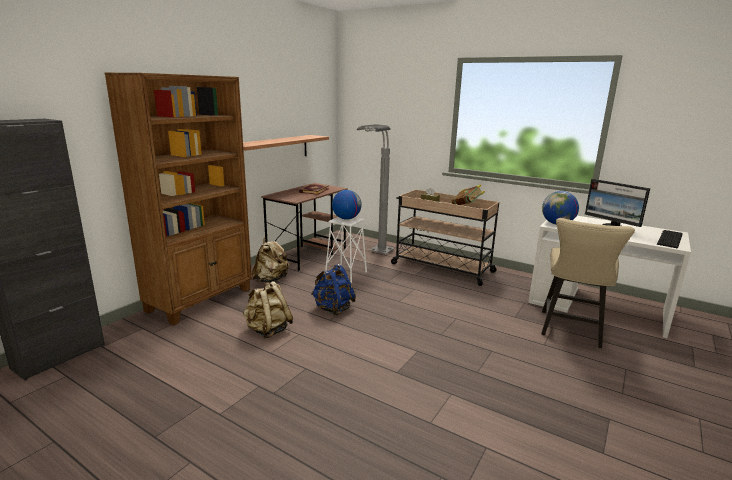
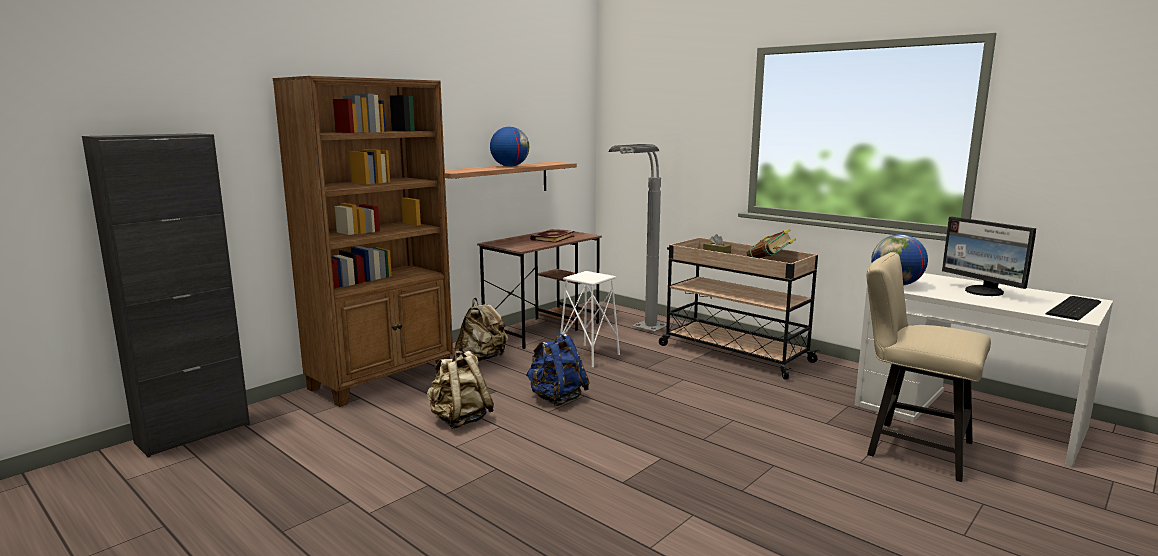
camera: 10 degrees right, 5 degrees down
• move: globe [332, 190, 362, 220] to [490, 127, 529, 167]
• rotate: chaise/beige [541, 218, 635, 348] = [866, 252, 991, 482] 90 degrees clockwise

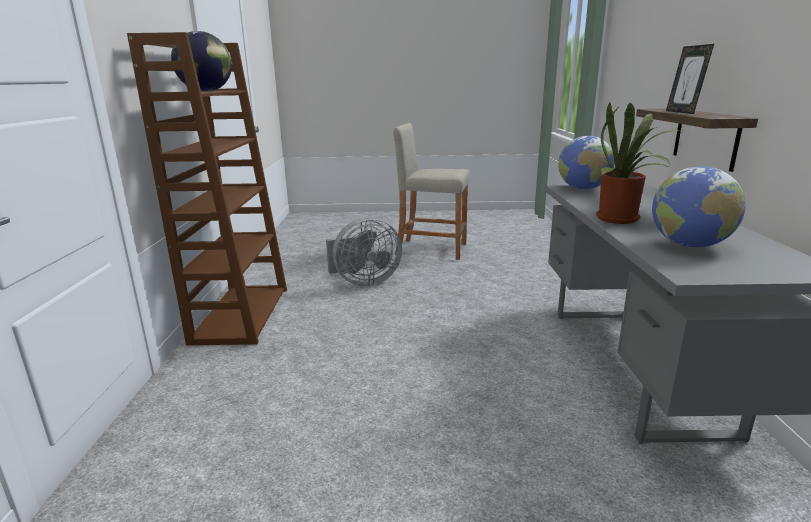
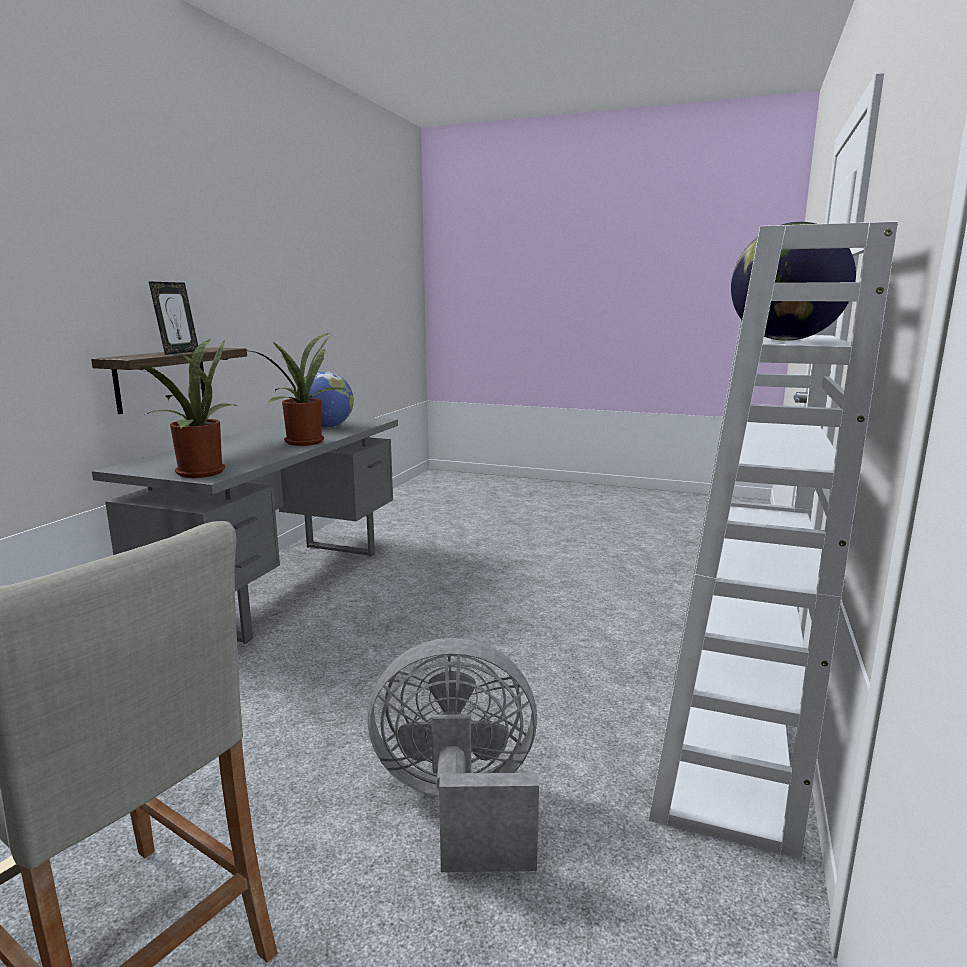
camera: 160 degrees left, 5 degrees down
• recolor: bibliothèque/marron [127, 32, 287, 345] to bibliothèque/blanc [648, 221, 898, 859]
• replace: globe [558, 136, 614, 190] to plante en pot [133, 339, 238, 478]

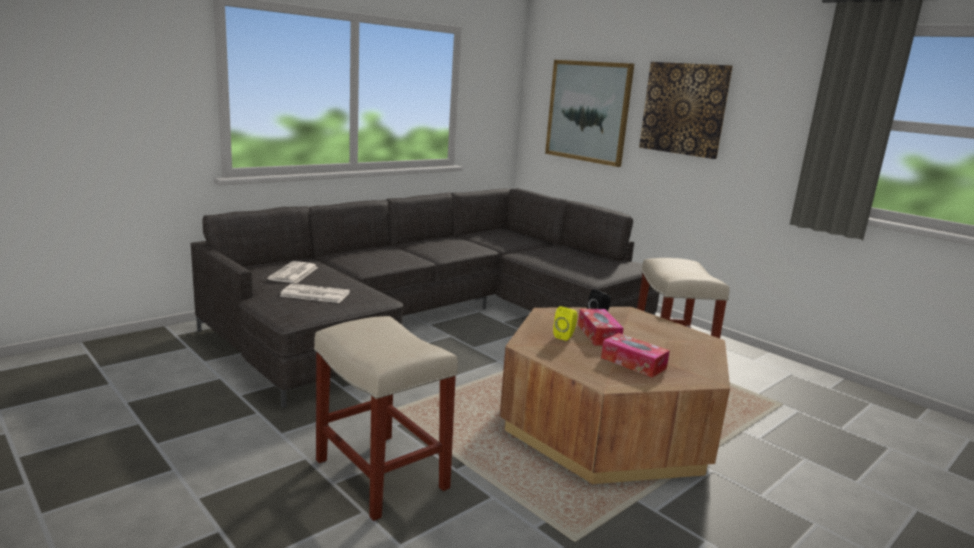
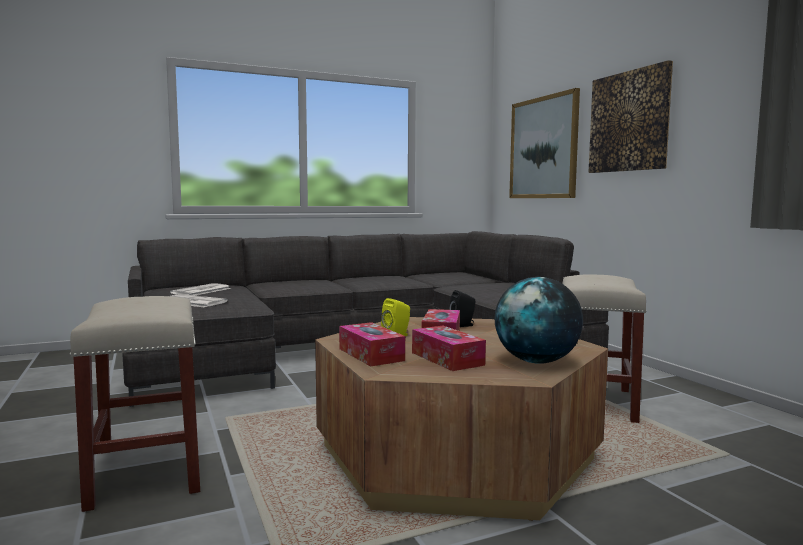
camera: 20 degrees right, 10 degrees down
• insert: boîte à mouchoirs [339, 322, 405, 367]
• insert: globe [494, 277, 583, 364]

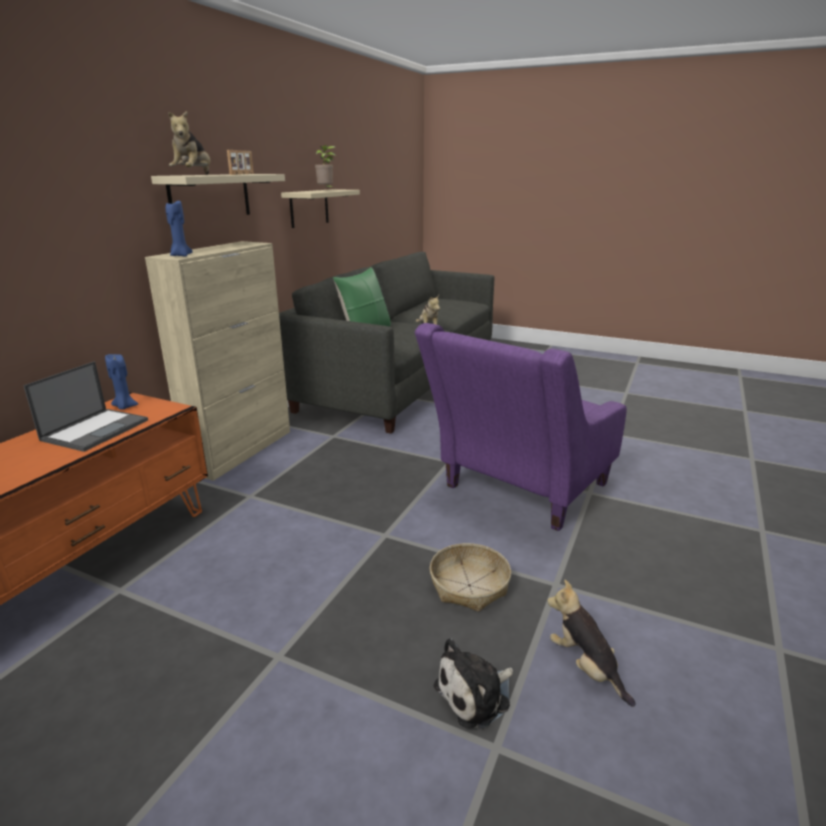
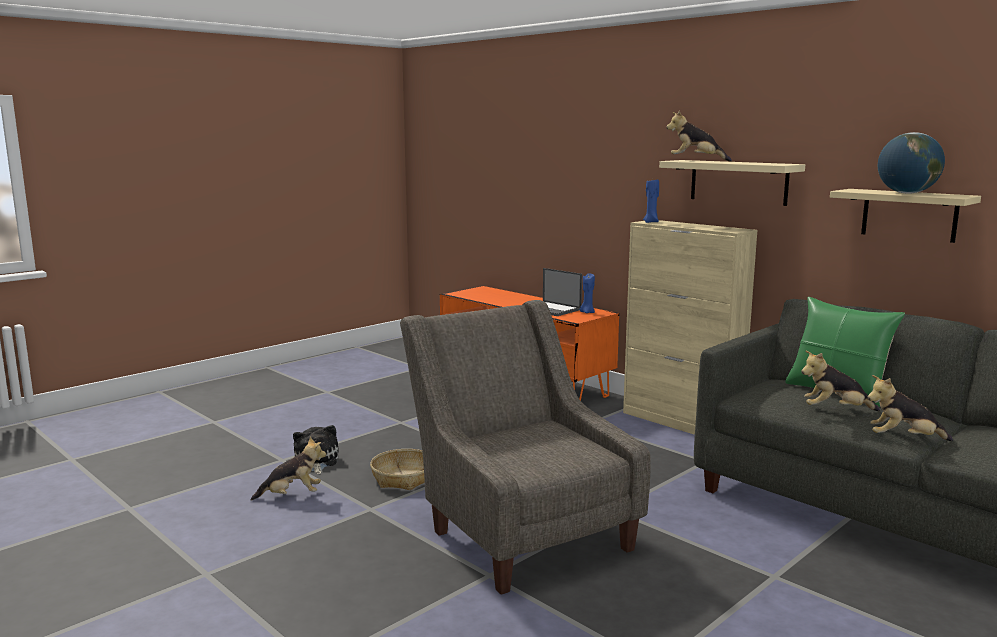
camera: 110 degrees right, 10 degrees down
• delete: cadre photo [227, 150, 254, 175]
• replace: plante en pot [315, 145, 336, 187] to globe [878, 132, 945, 194]
• recolor: fauteuil/violet [415, 323, 627, 531] to fauteuil/gris [400, 300, 651, 595]
• insert: peluche [801, 350, 880, 411]

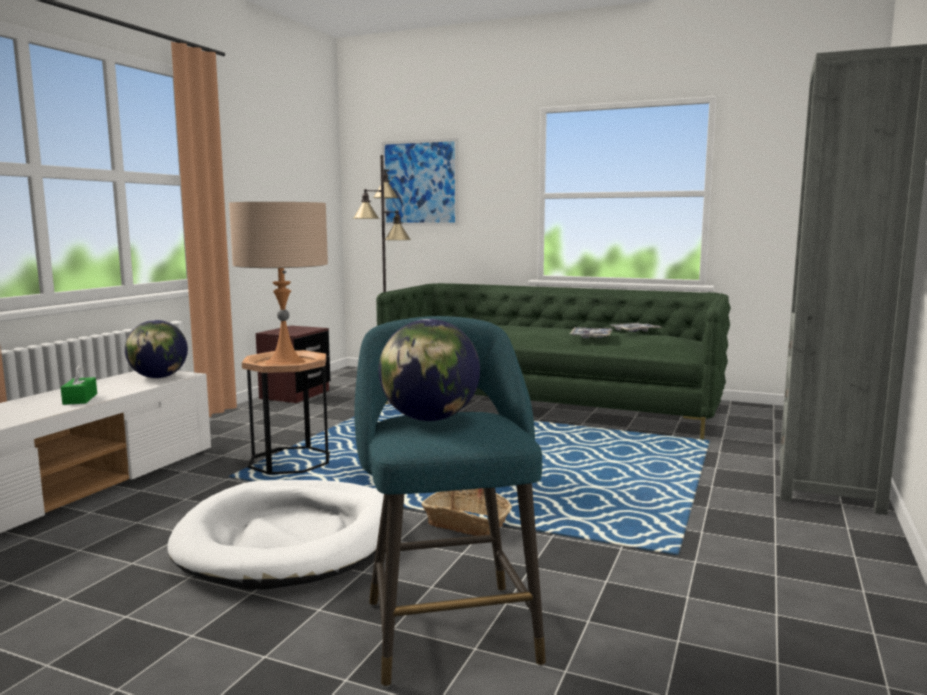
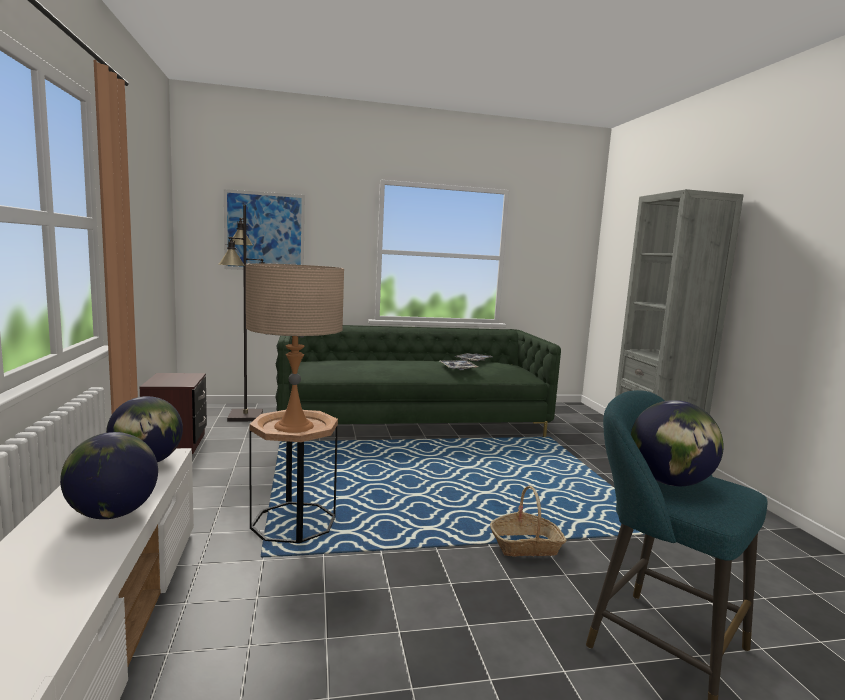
camera: 35 degrees left, 0 degrees up
• replace: boîte à mouchoirs/vert [61, 365, 97, 405] to globe [60, 432, 158, 519]
• delete: panier pour chien/blanc [167, 480, 384, 589]

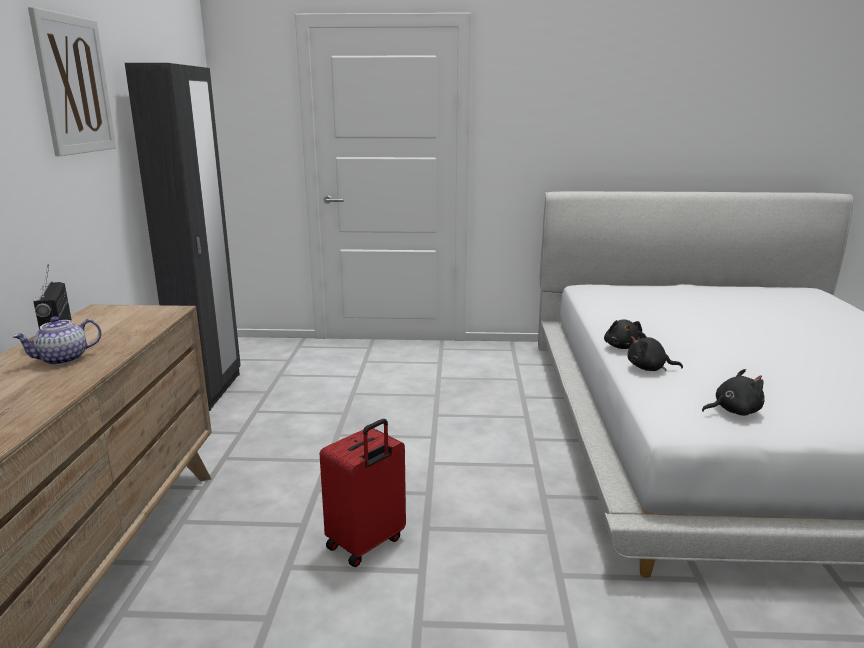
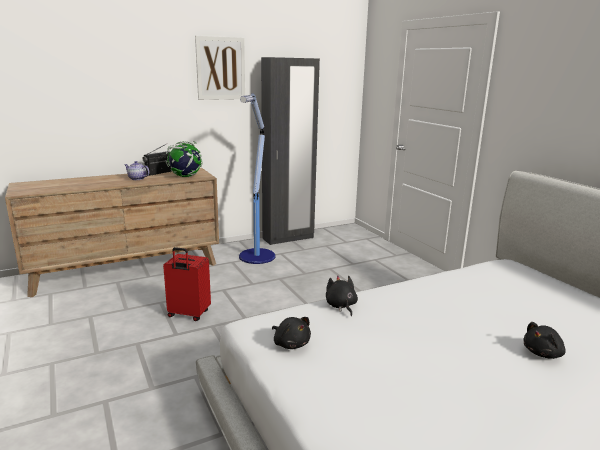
camera: 60 degrees right, 0 degrees up
• move: peluche/noir [604, 319, 642, 349] to [523, 322, 566, 359]
• insert: globe [165, 141, 202, 177]
• insert: lampadaire [239, 93, 276, 264]

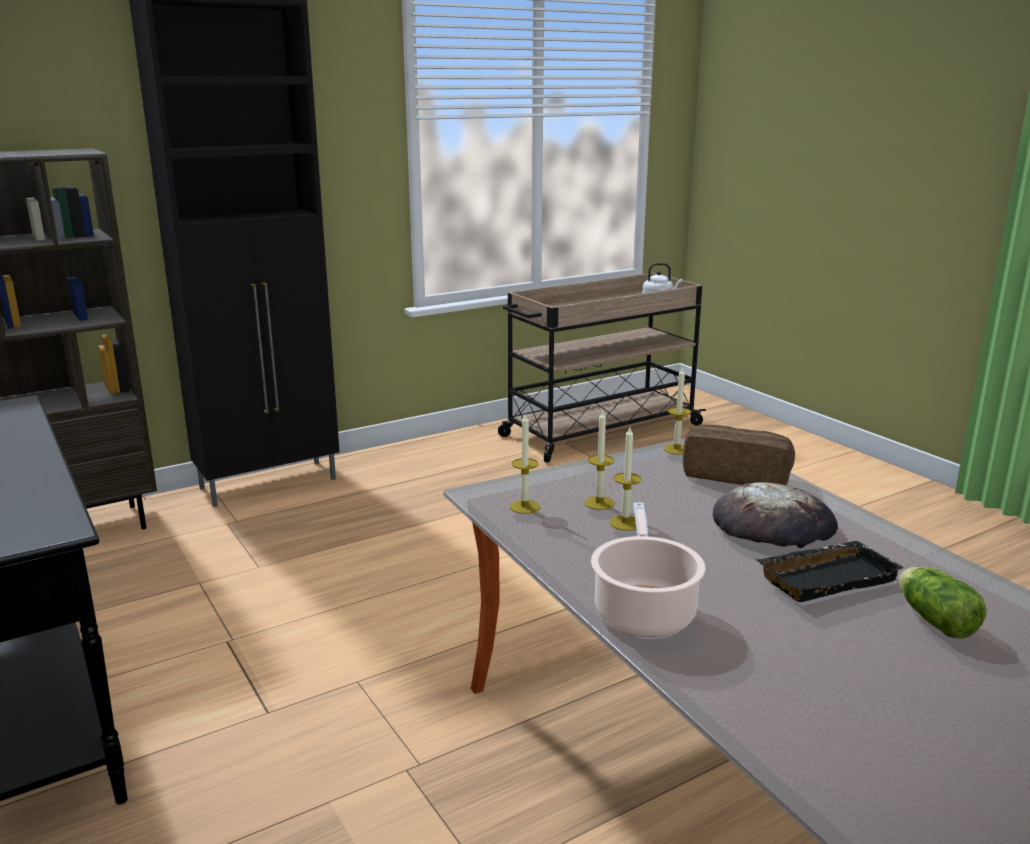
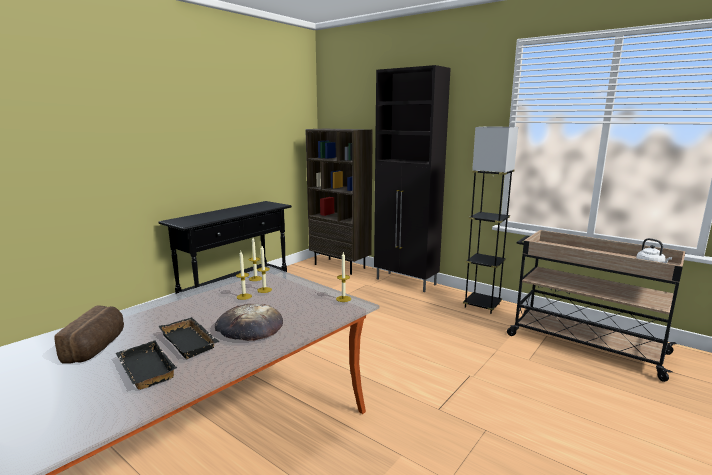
camera: 70 degrees right, 5 degrees down
• delete: marmite [591, 502, 705, 637]
• move: pain [683, 425, 795, 485] to [54, 306, 124, 364]
• replace: laitue [898, 567, 987, 639] to plateau/noir [115, 341, 177, 390]
• insert: lampadaire/gris [463, 126, 518, 314]

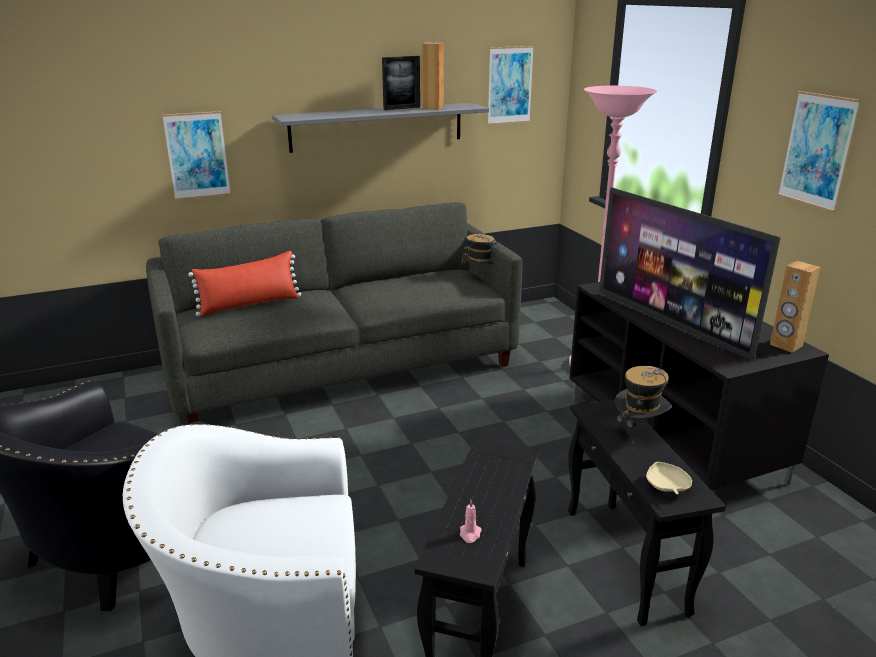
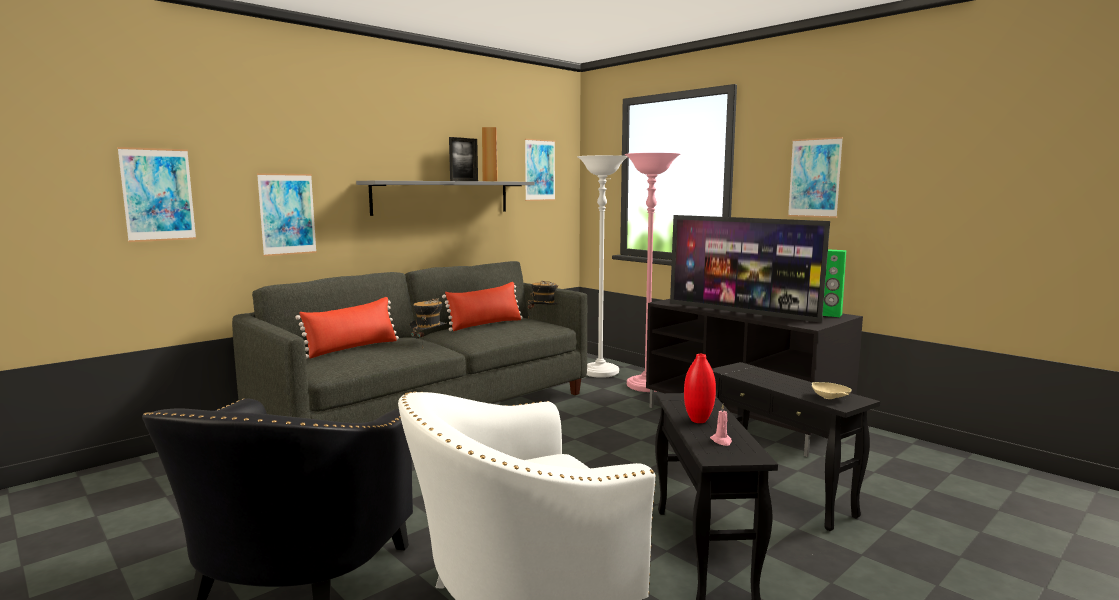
camera: 20 degrees left, 15 degrees down
• move: chapeau [615, 366, 672, 444] to [409, 298, 447, 337]
• recolor: enceinte/marron [770, 261, 820, 353] to enceinte/vert [822, 249, 846, 317]
• insert: tableau [117, 147, 196, 242]
• insert: coussin/rouge [442, 282, 523, 331]
• insert: lampadaire/blanc [577, 155, 627, 378]
• insert: vase/rouge [684, 354, 716, 423]

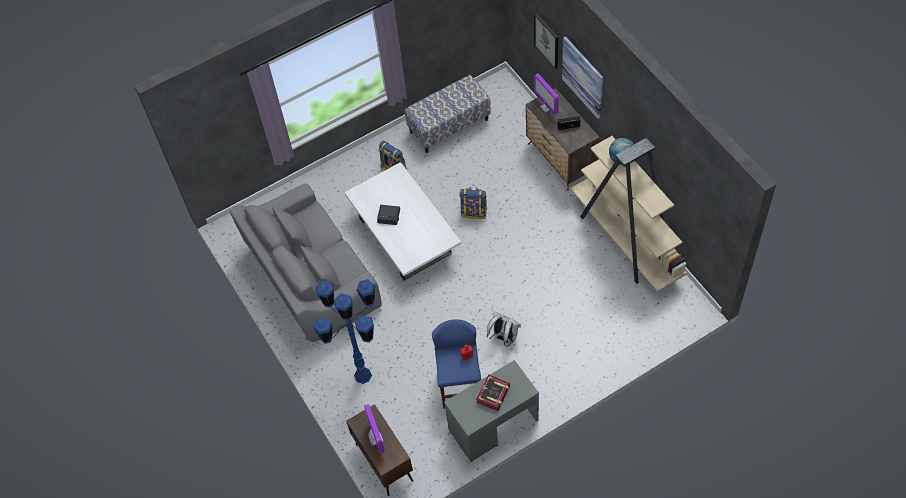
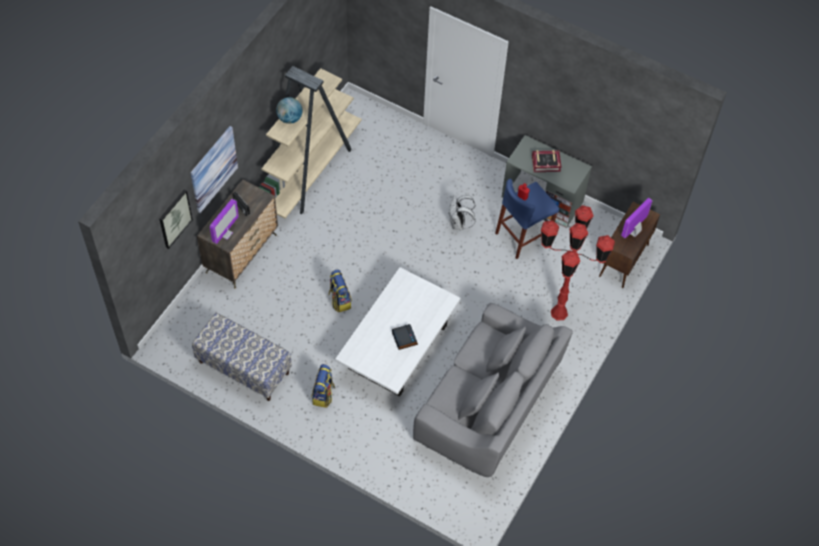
camera: 125 degrees left, 0 degrees up
• recolor: lampadaire/bleu [313, 279, 375, 384] to lampadaire/rouge [541, 205, 615, 321]

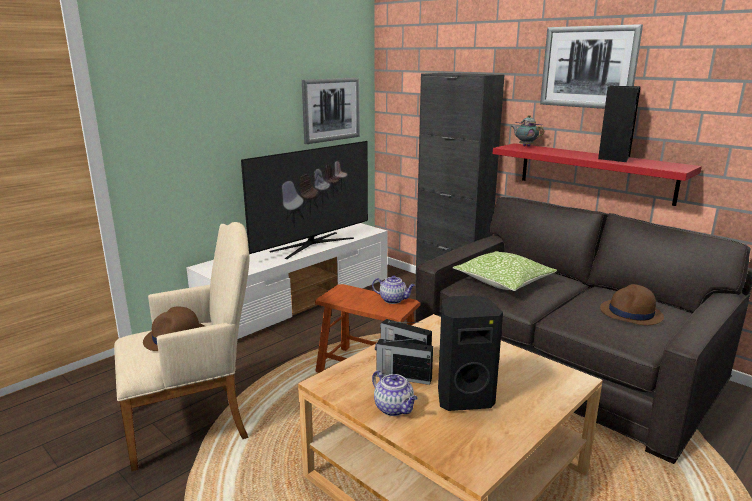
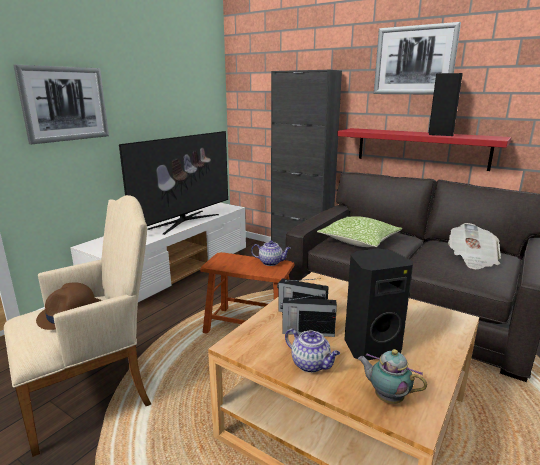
camera: 10 degrees left, 0 degrees up
• move: tableau [302, 77, 360, 144] to [14, 65, 109, 144]
• move: théière [511, 115, 544, 147] to [358, 349, 427, 404]
• replace: chapeau/marron [600, 284, 664, 325] to journal [448, 223, 501, 269]

